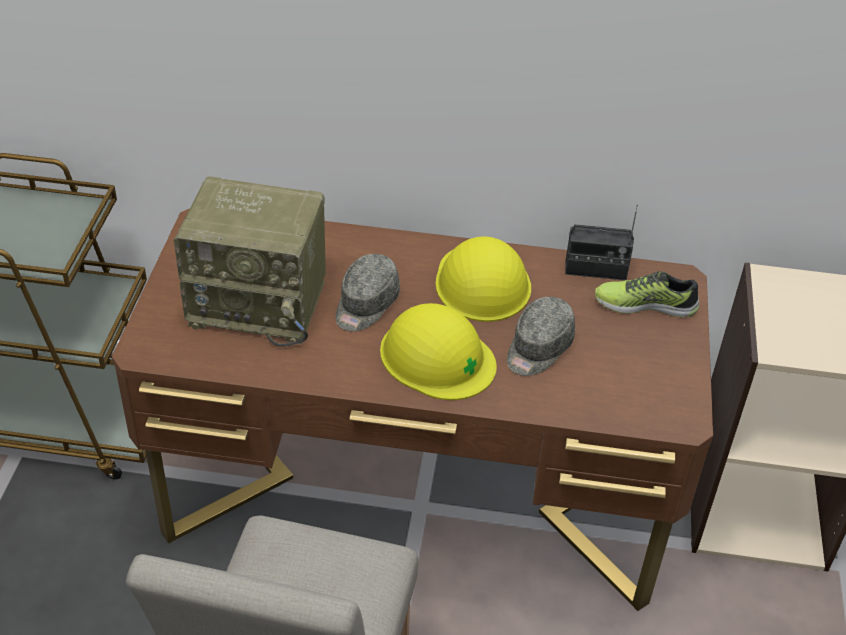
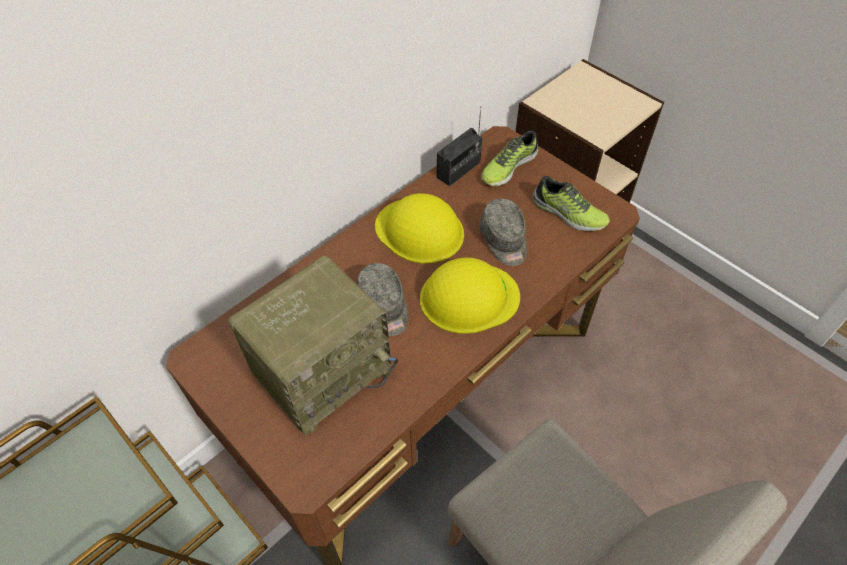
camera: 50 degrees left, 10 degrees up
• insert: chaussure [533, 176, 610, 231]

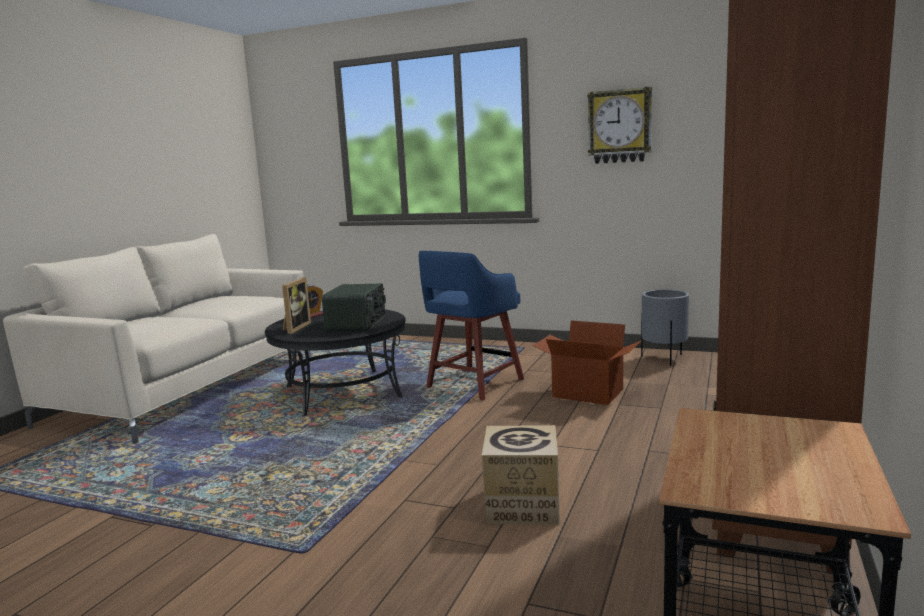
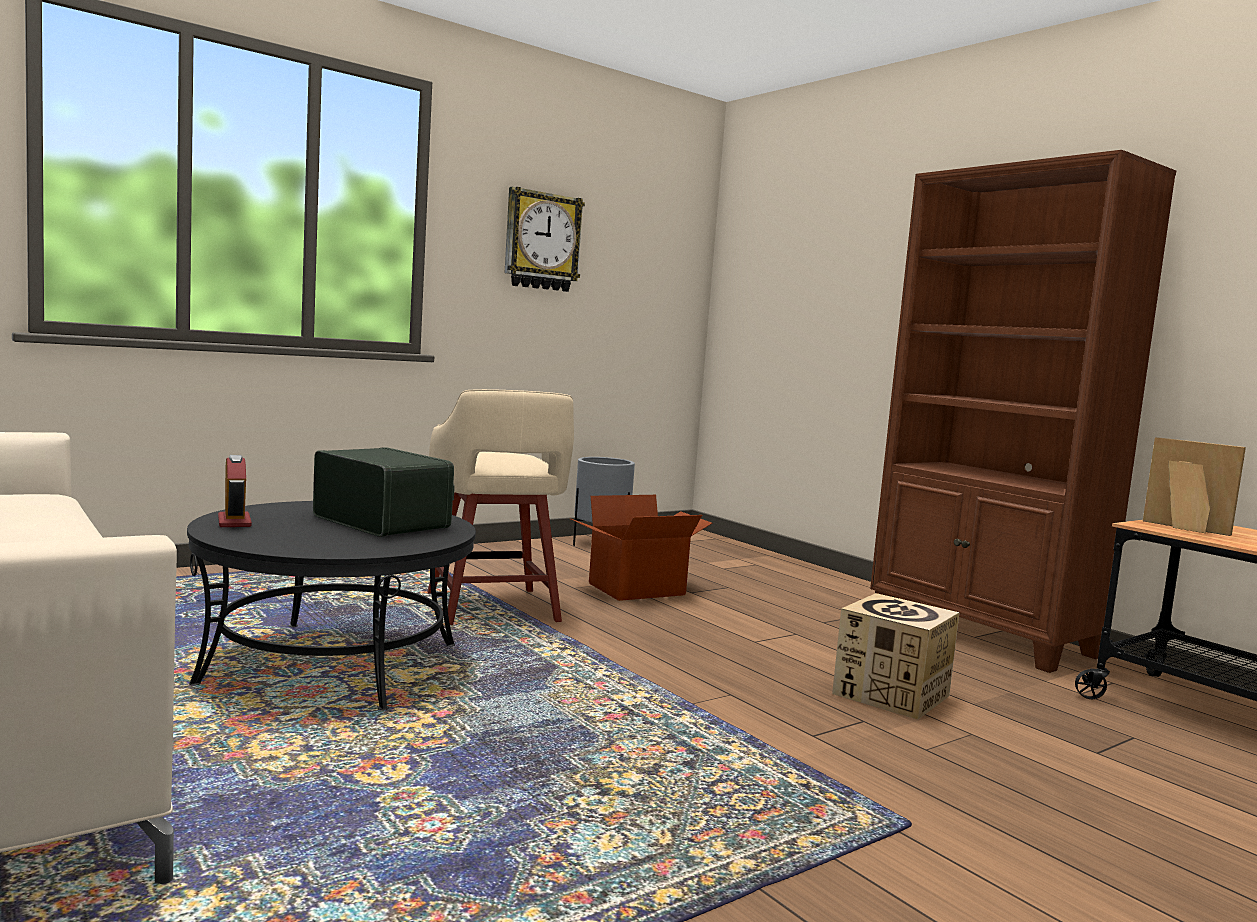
camera: 60 degrees left, 5 degrees down
• move: cadre photo [282, 278, 311, 334] to [1143, 437, 1246, 536]
• recolor: tabouret/bleu [419, 251, 524, 400] to tabouret/beige [427, 389, 574, 625]

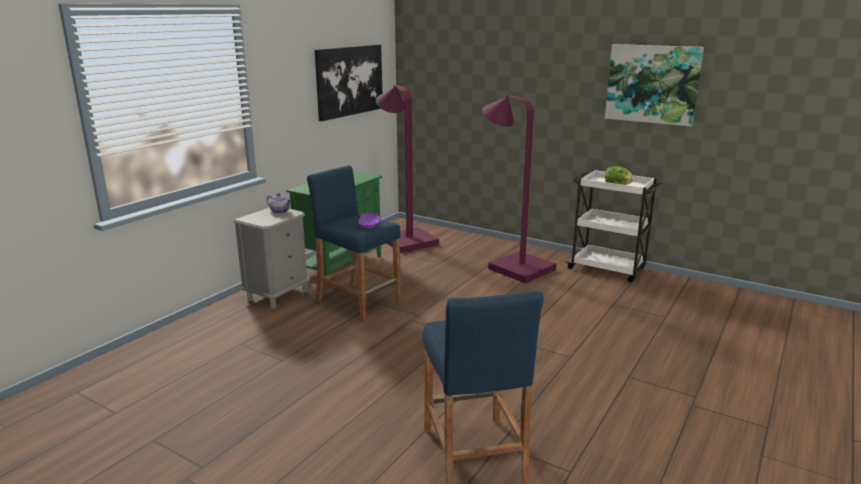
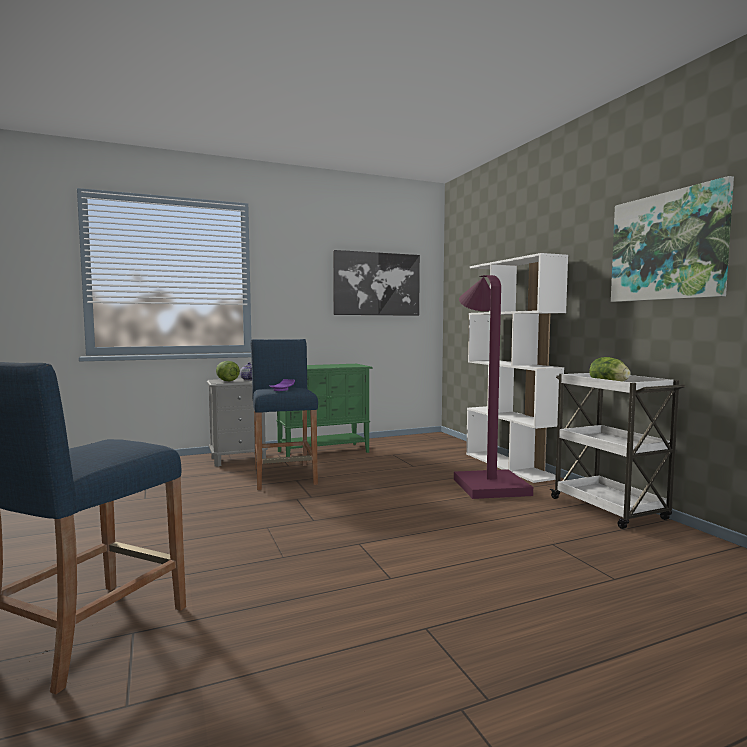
camera: 35 degrees right, 15 degrees down
• delete: lampadaire/violet [376, 85, 439, 253]
• insert: laitue [216, 361, 240, 381]
• insert: bibliothèque/blanc [466, 253, 568, 483]

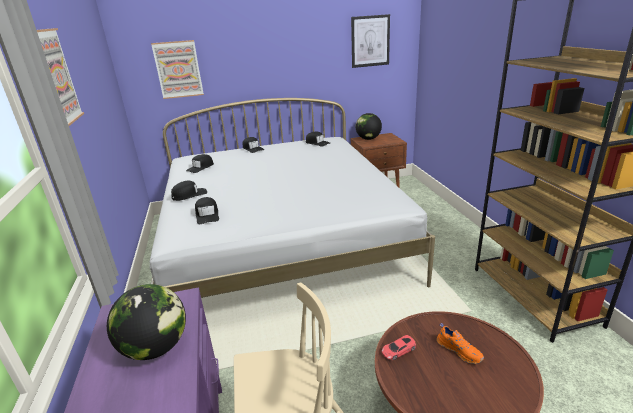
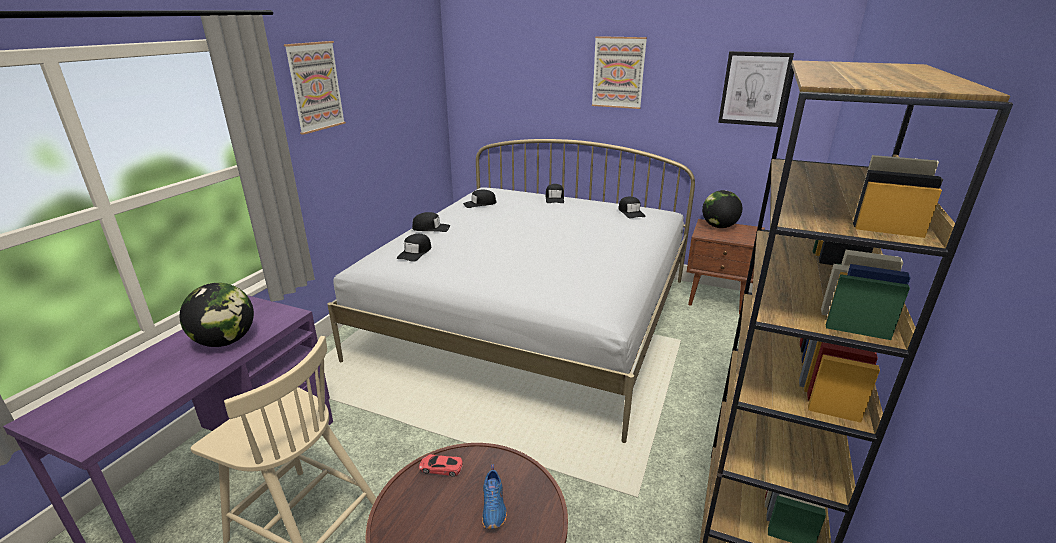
camera: 35 degrees right, 0 degrees up
• move: tableau [151, 40, 204, 99] to [592, 36, 647, 109]
• recolor: chaussure/orange [437, 323, 484, 364] to chaussure/bleu [482, 464, 507, 529]

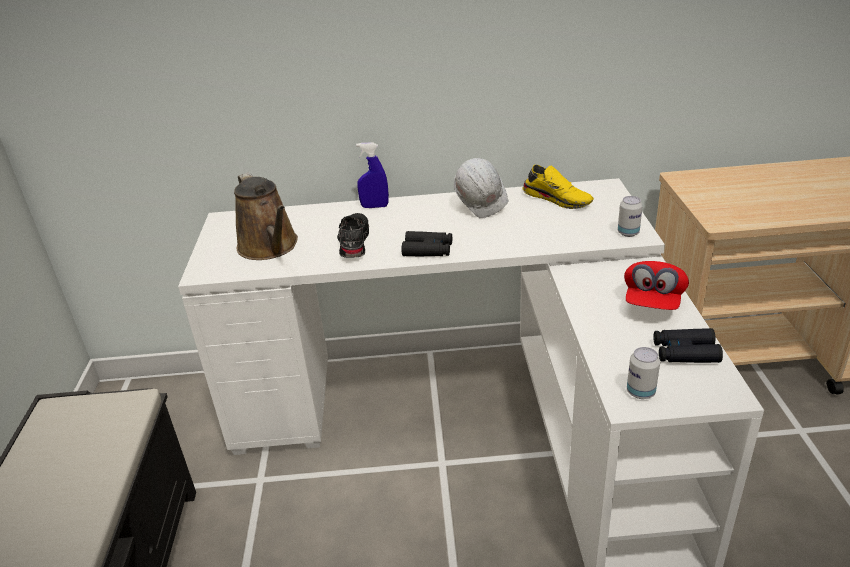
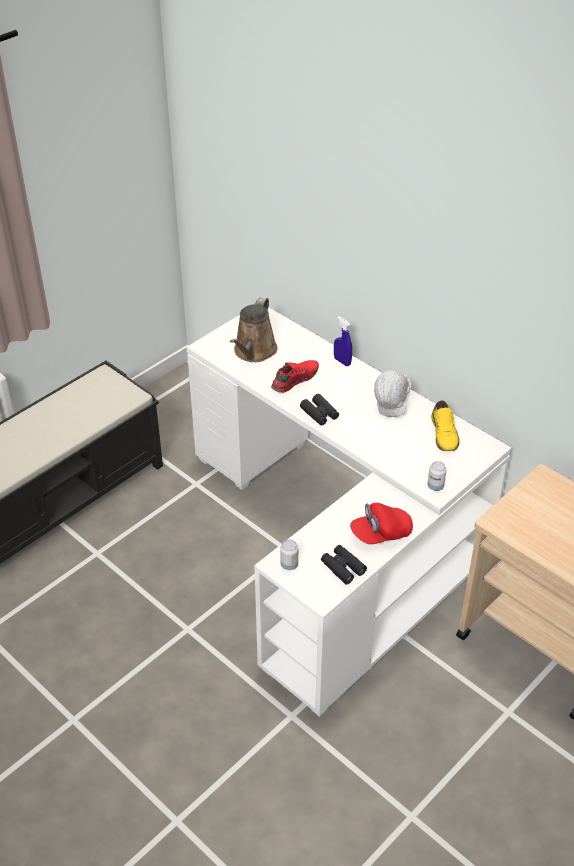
camera: 45 degrees right, 10 degrees up
• recolor: chaussure/noir [337, 213, 369, 258] to chaussure/rouge [271, 360, 319, 393]

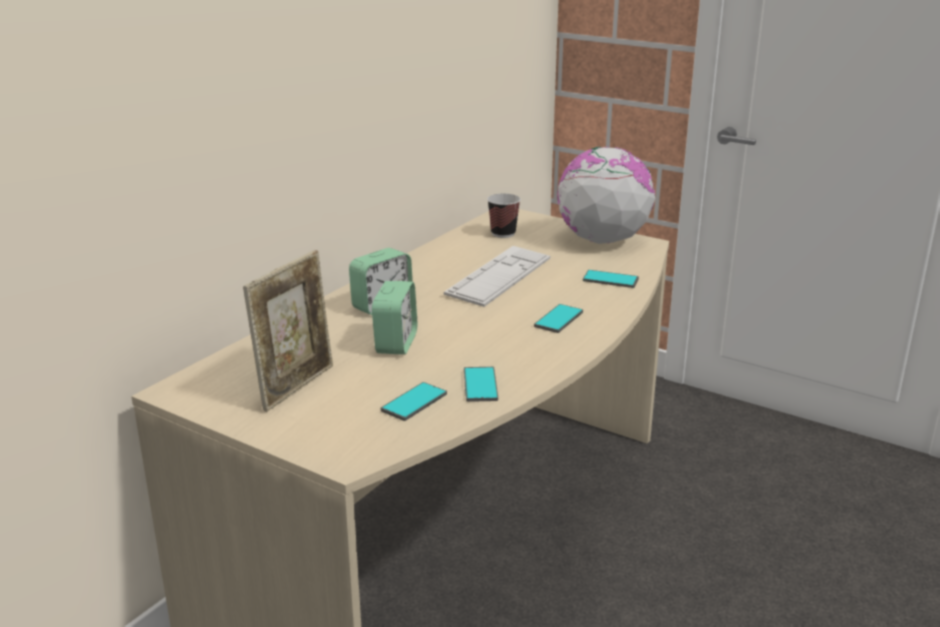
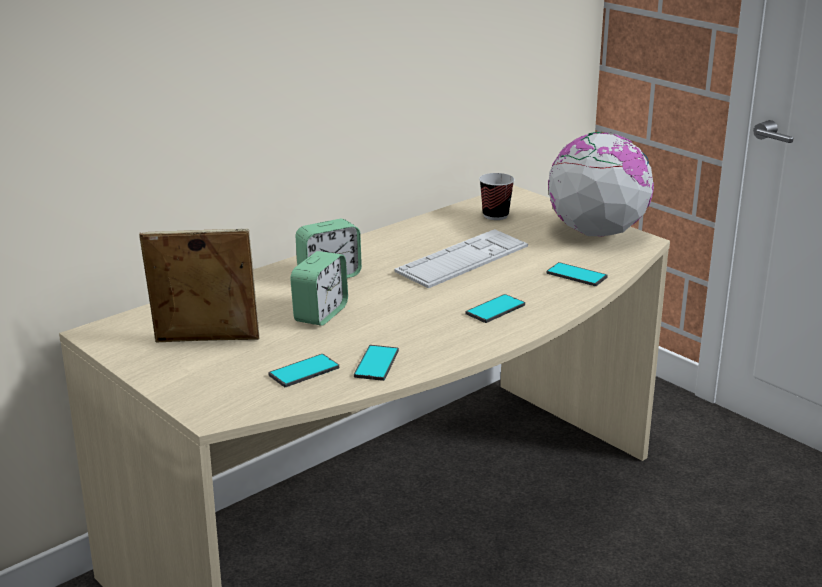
camera: 15 degrees right, 0 degrees up
• rotate: cadre photo [243, 250, 333, 412] = [139, 228, 259, 342] 135 degrees counterclockwise

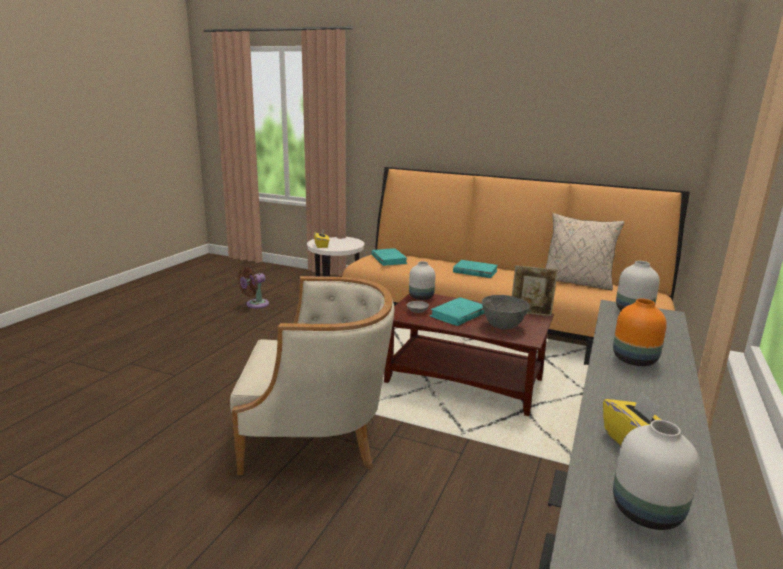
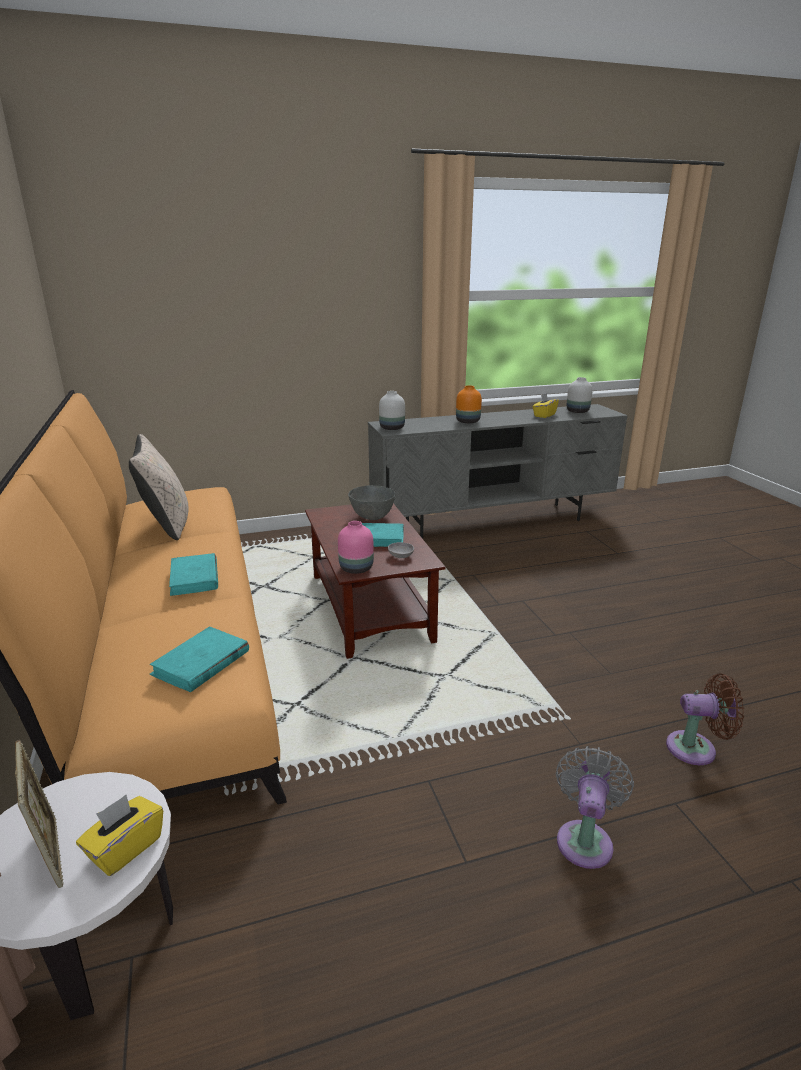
camera: 130 degrees left, 5 degrees up
• delete: fauteuil/beige [230, 276, 394, 475]
• move: ventilateur/marron [237, 267, 269, 308] to [666, 673, 744, 765]
• recolor: vase/blanc [409, 261, 435, 300] to vase/rose [338, 521, 374, 574]
• move: cadre photo [512, 265, 558, 316] to [15, 740, 63, 888]
• insert: ventilateur/gris [556, 746, 634, 869]

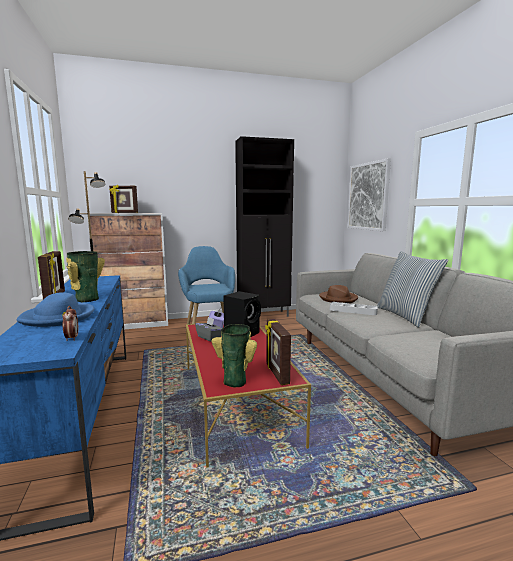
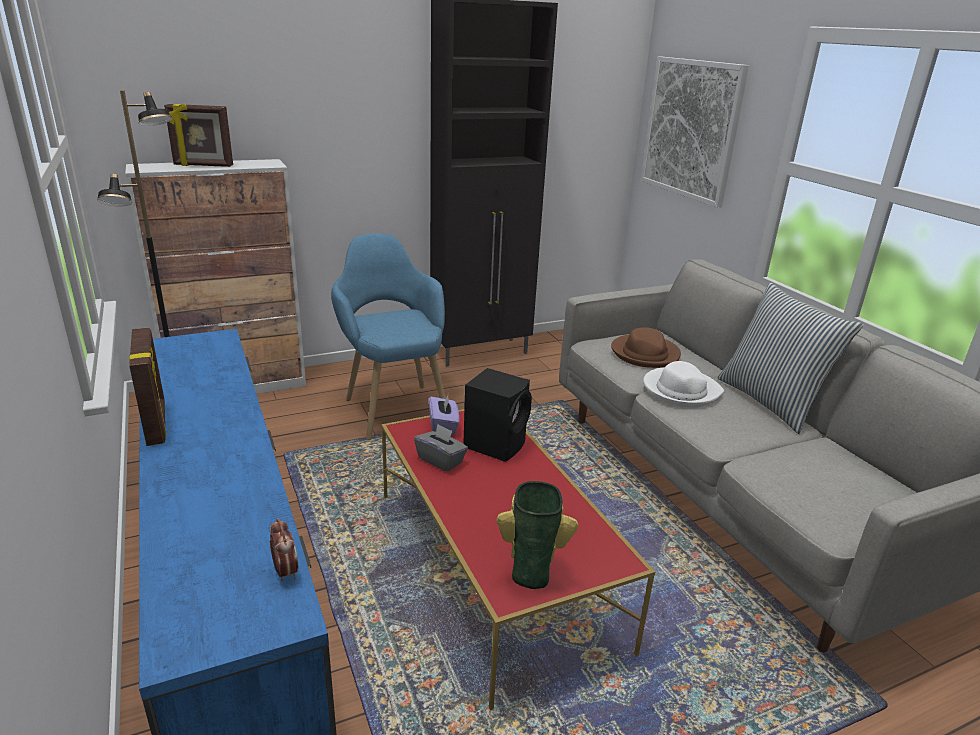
camera: 10 degrees left, 15 degrees up
• delete: chapeau/bleu [17, 292, 94, 327]
• delete: vase [66, 251, 105, 302]
• delete: cadre photo [265, 319, 291, 385]
• replace: plateau/gris [330, 302, 378, 315] to chapeau/blanc [643, 361, 724, 407]

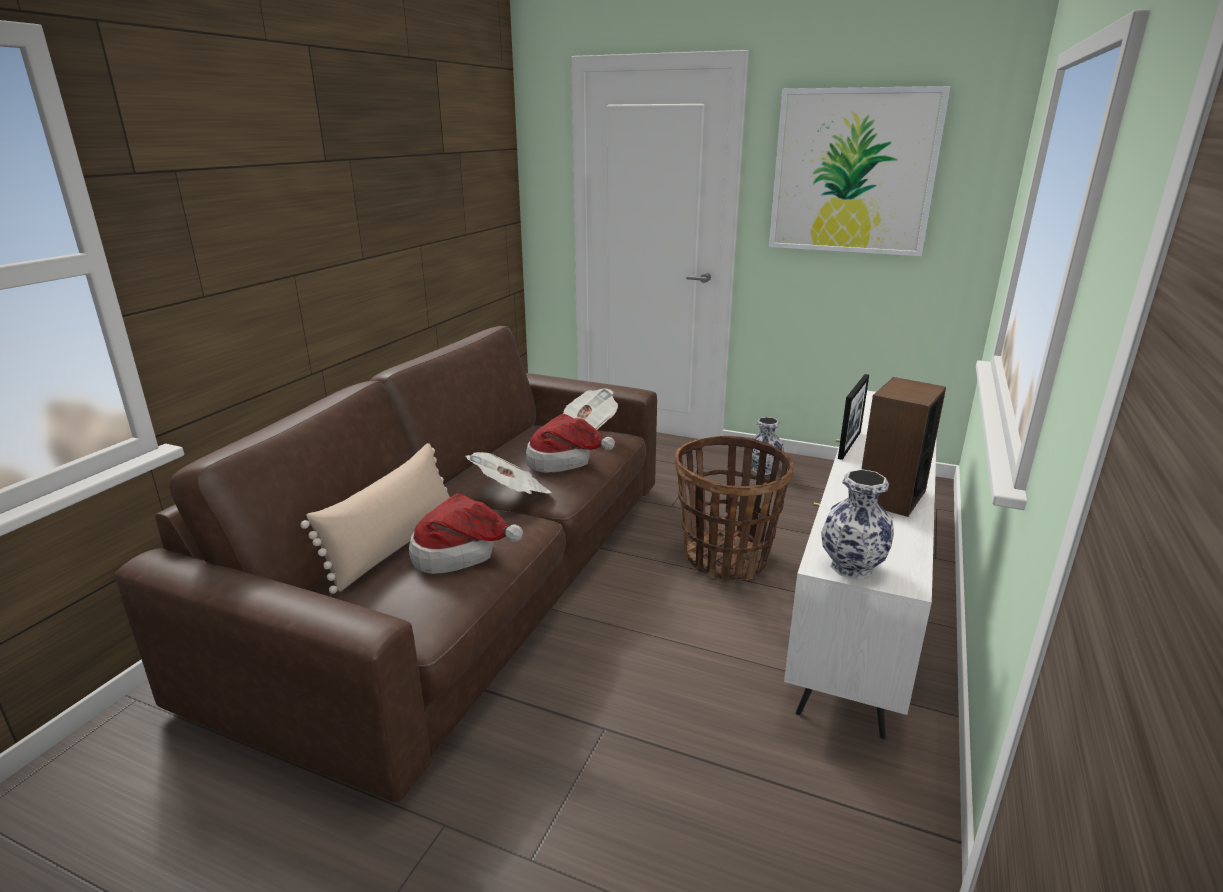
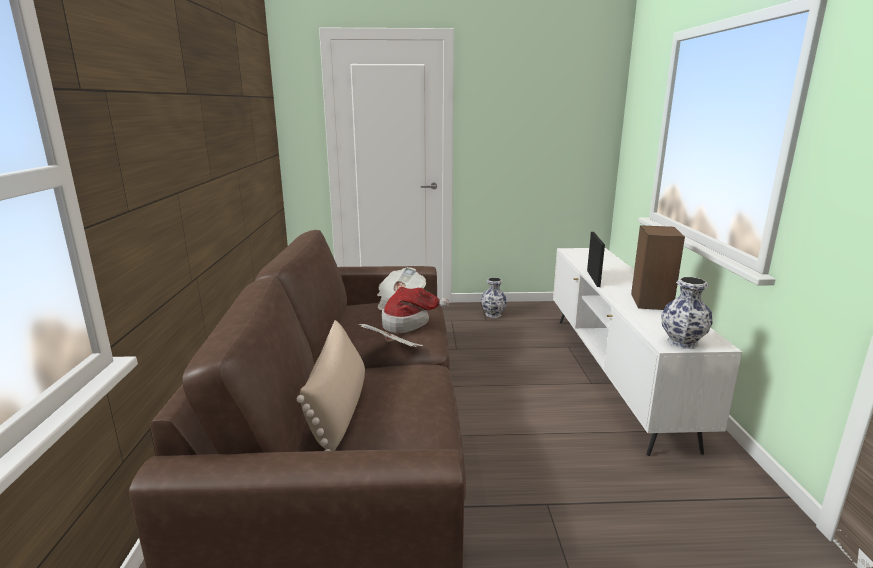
camera: 25 degrees left, 5 degrees down
• delete: chapeau [409, 493, 523, 574]
• delete: panier [675, 436, 793, 580]
• delete: tableau [769, 86, 950, 256]

